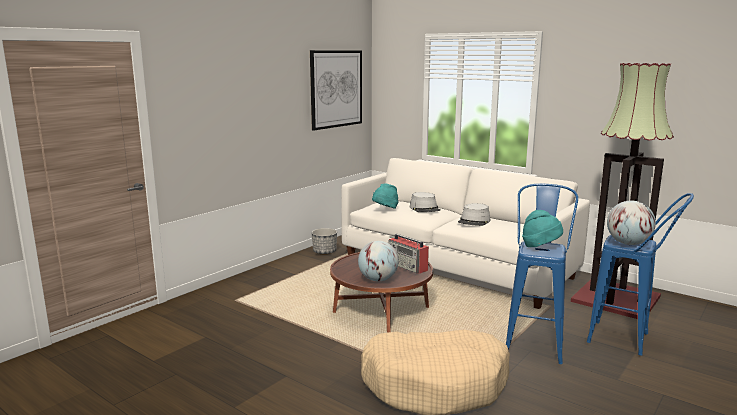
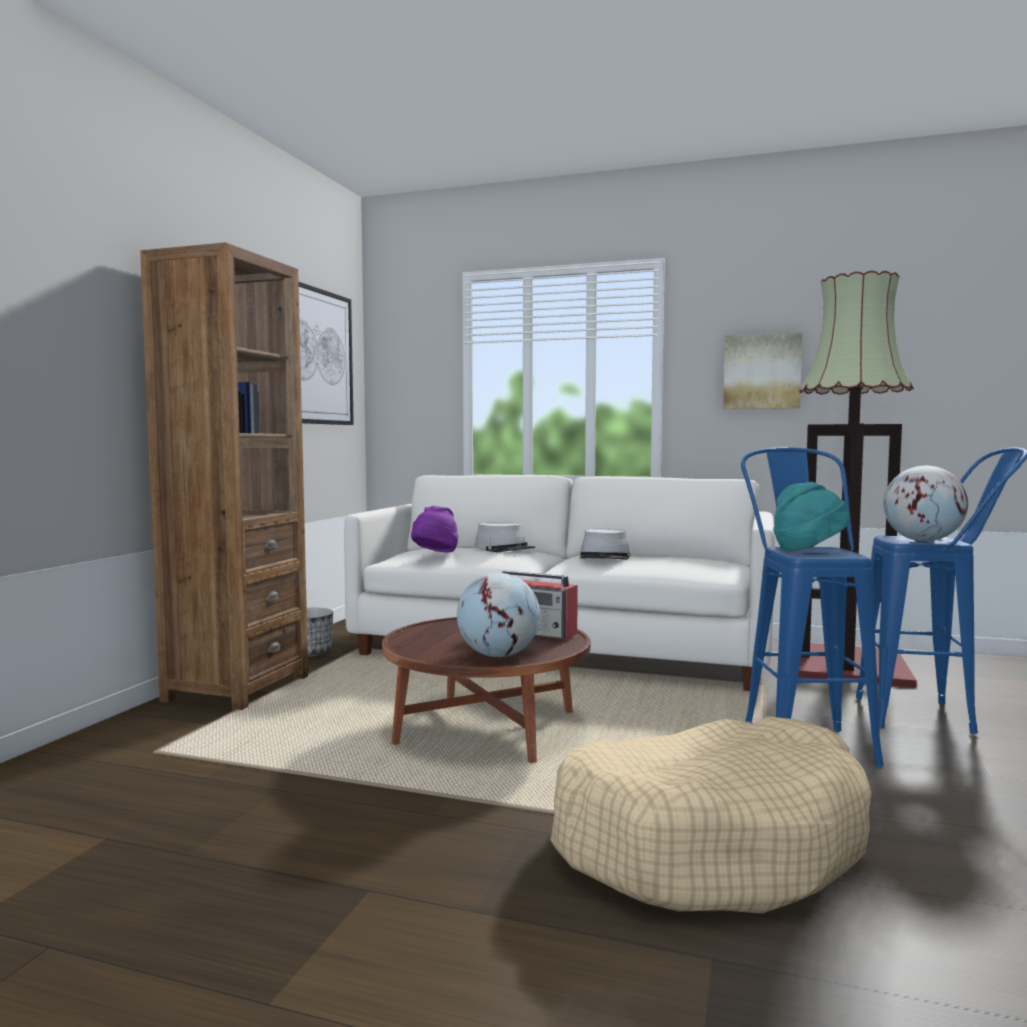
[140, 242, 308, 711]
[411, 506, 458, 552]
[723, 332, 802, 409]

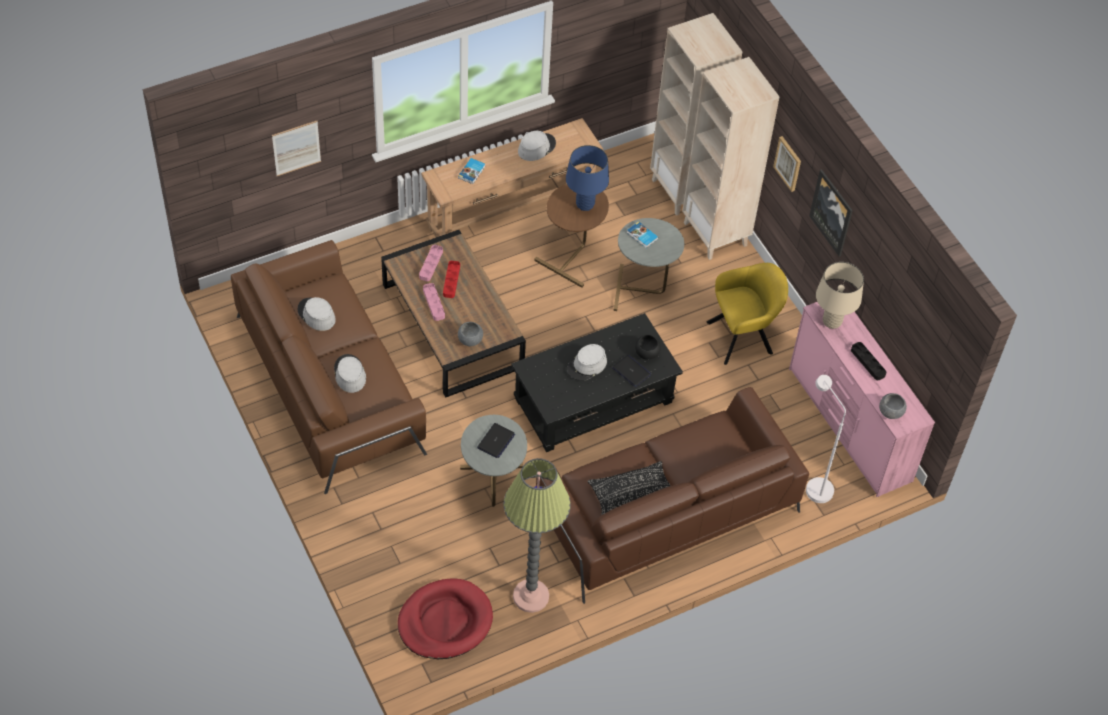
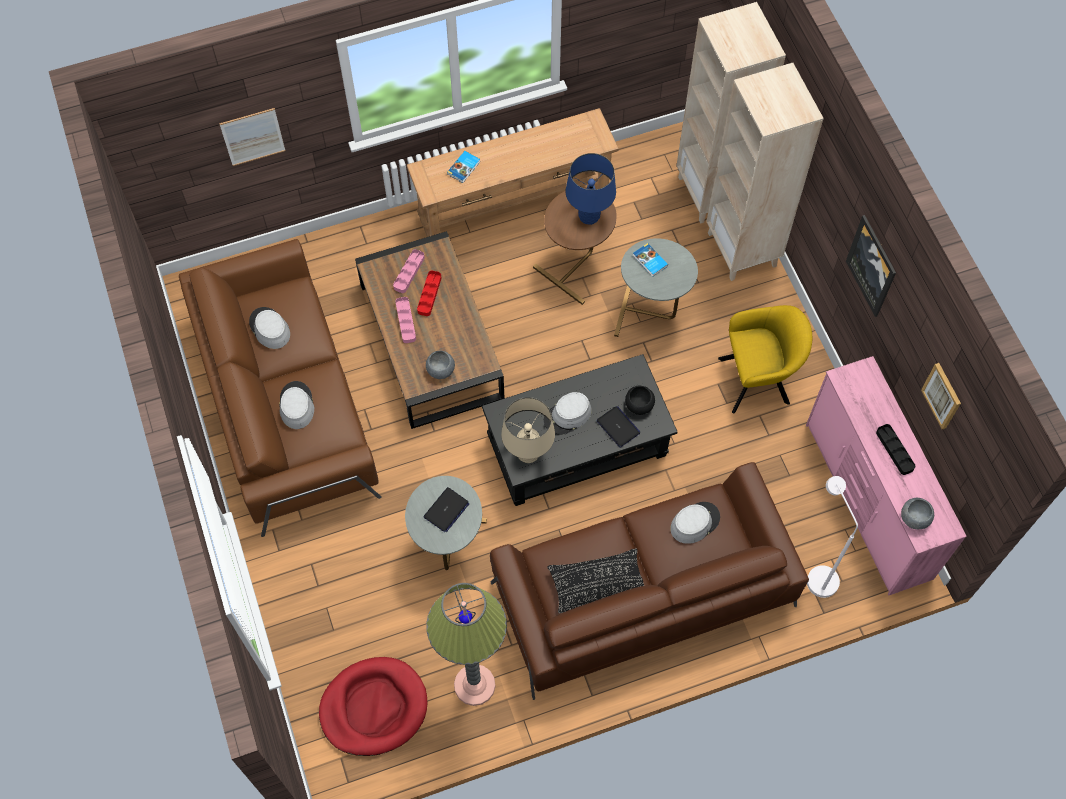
[501, 397, 555, 463]
[670, 502, 720, 544]
[921, 363, 961, 429]

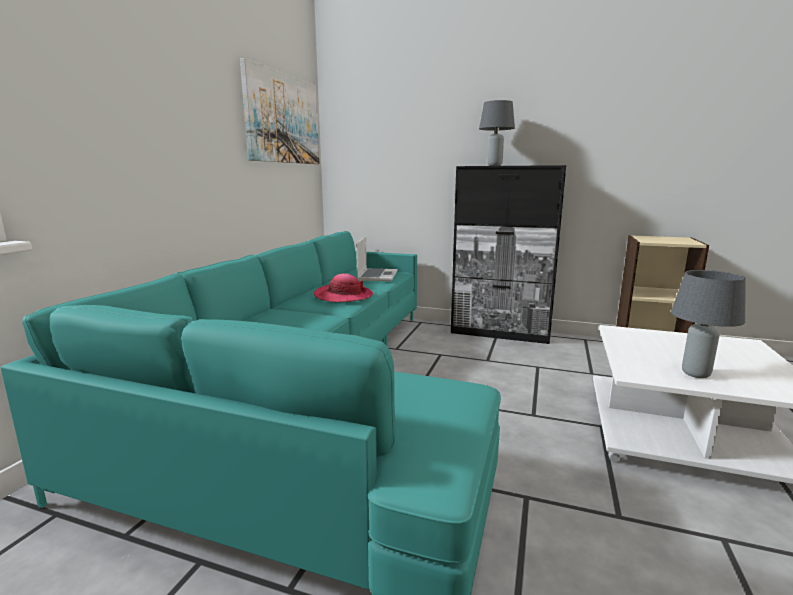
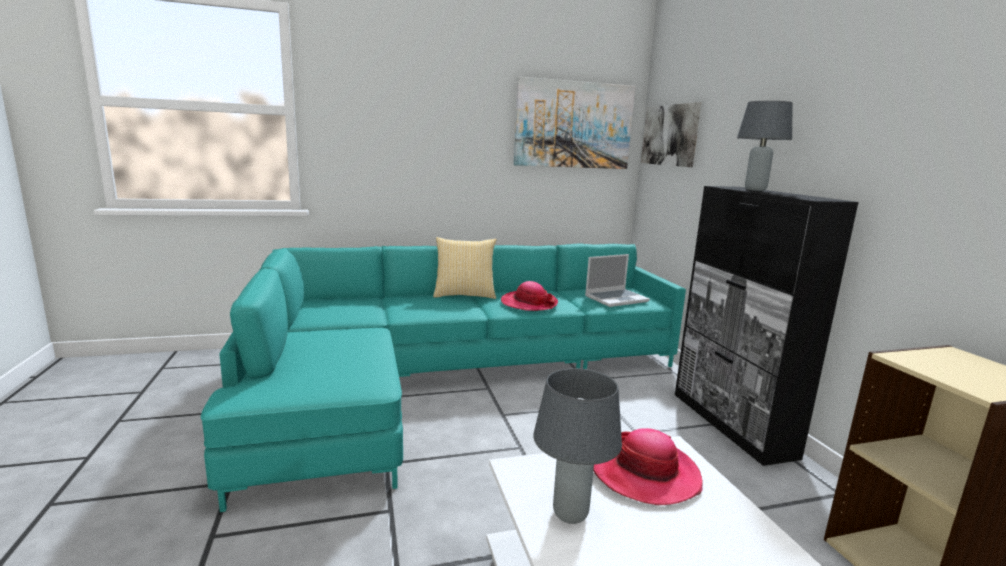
[433, 237, 497, 299]
[593, 428, 703, 505]
[641, 102, 701, 167]

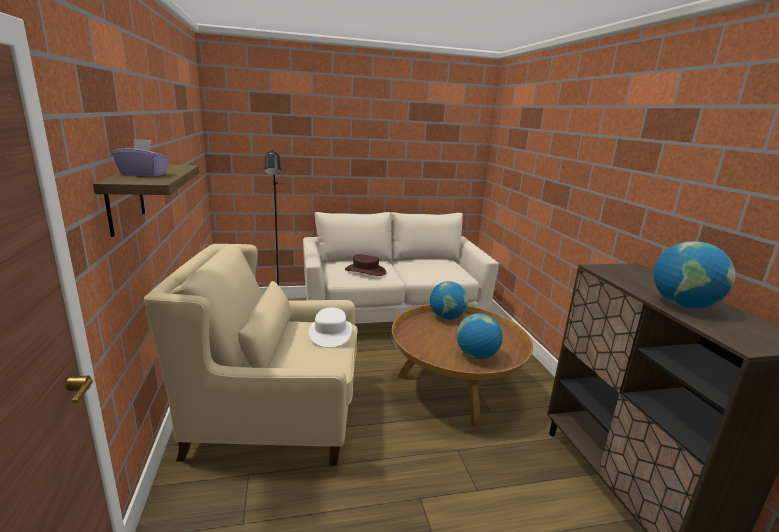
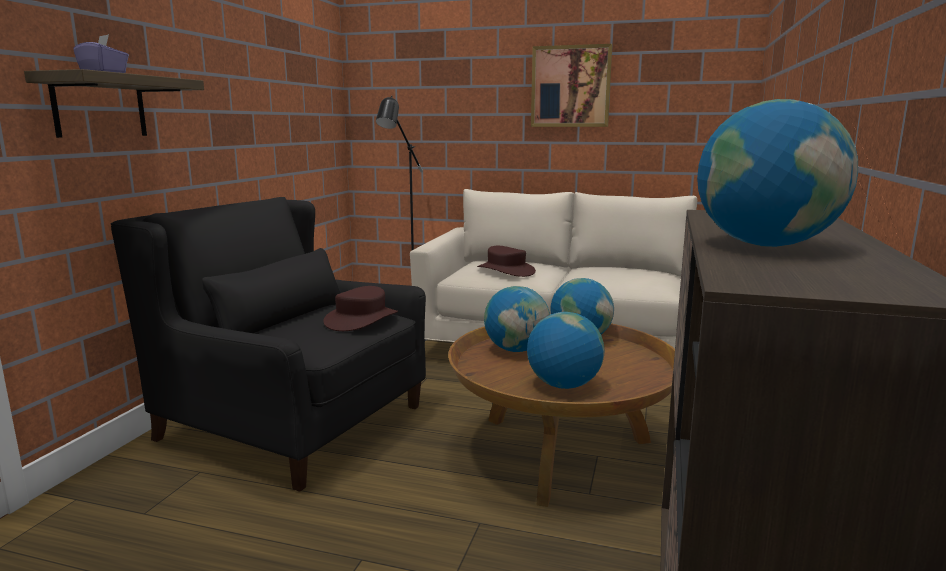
[111, 197, 426, 492]
[323, 286, 398, 331]
[484, 286, 550, 352]
[531, 44, 612, 127]

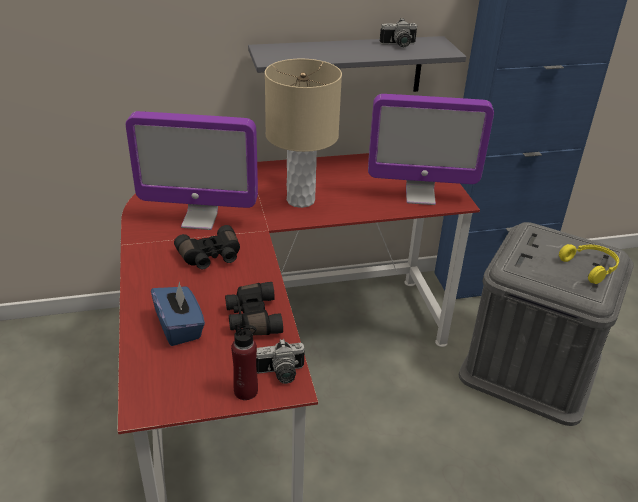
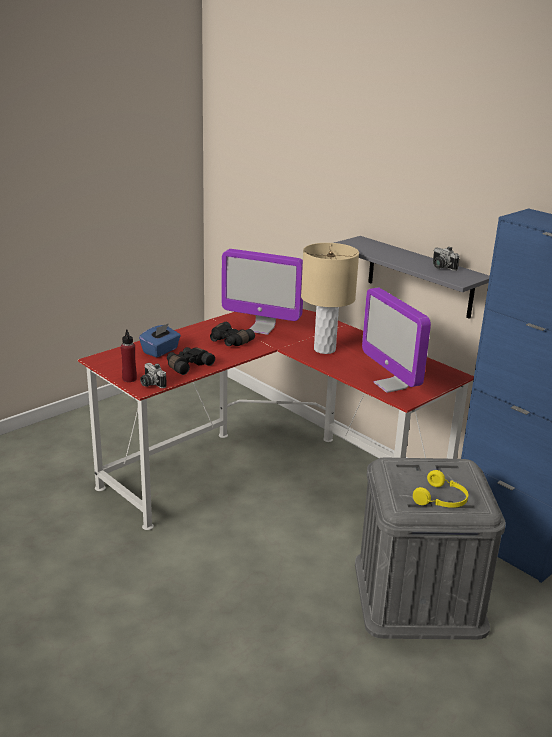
[222, 249, 303, 335]

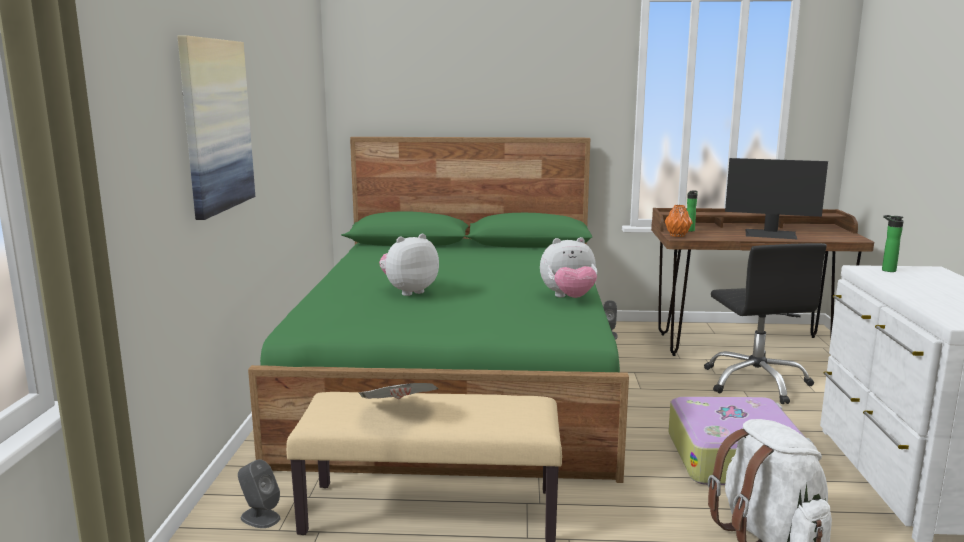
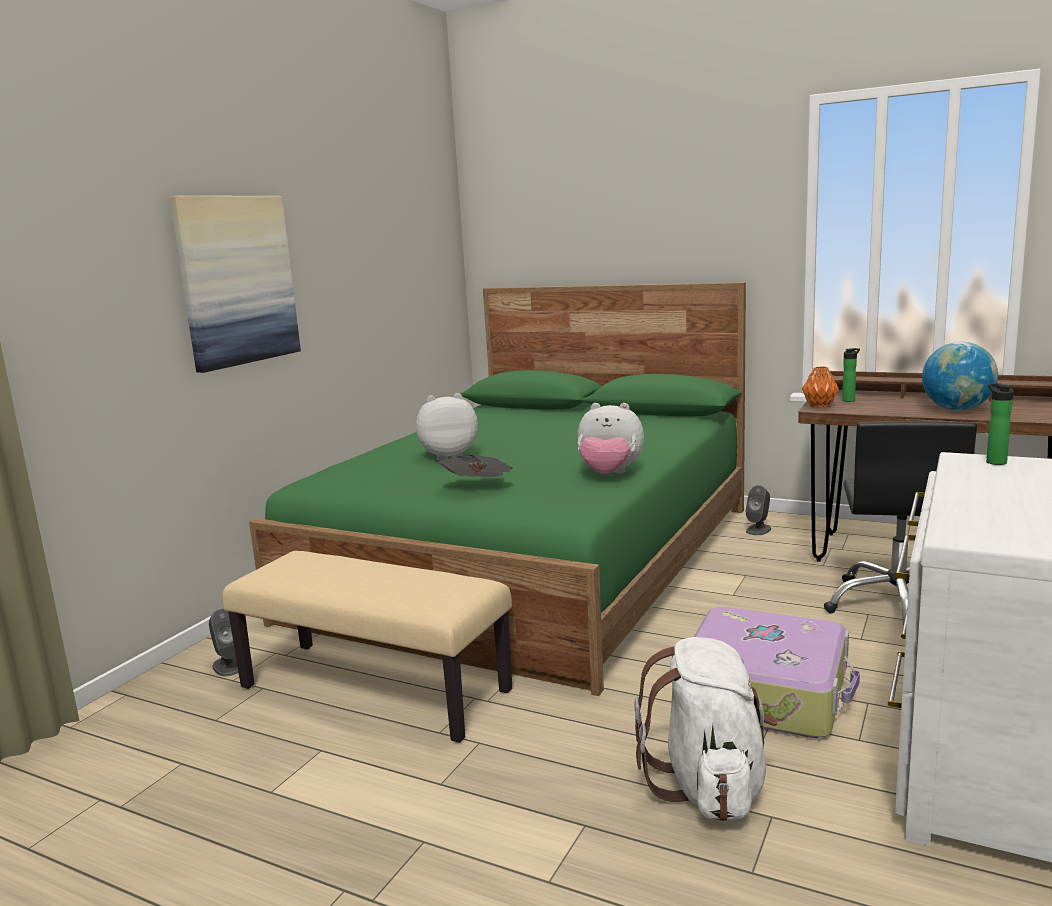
[436, 455, 512, 477]
[922, 342, 998, 410]

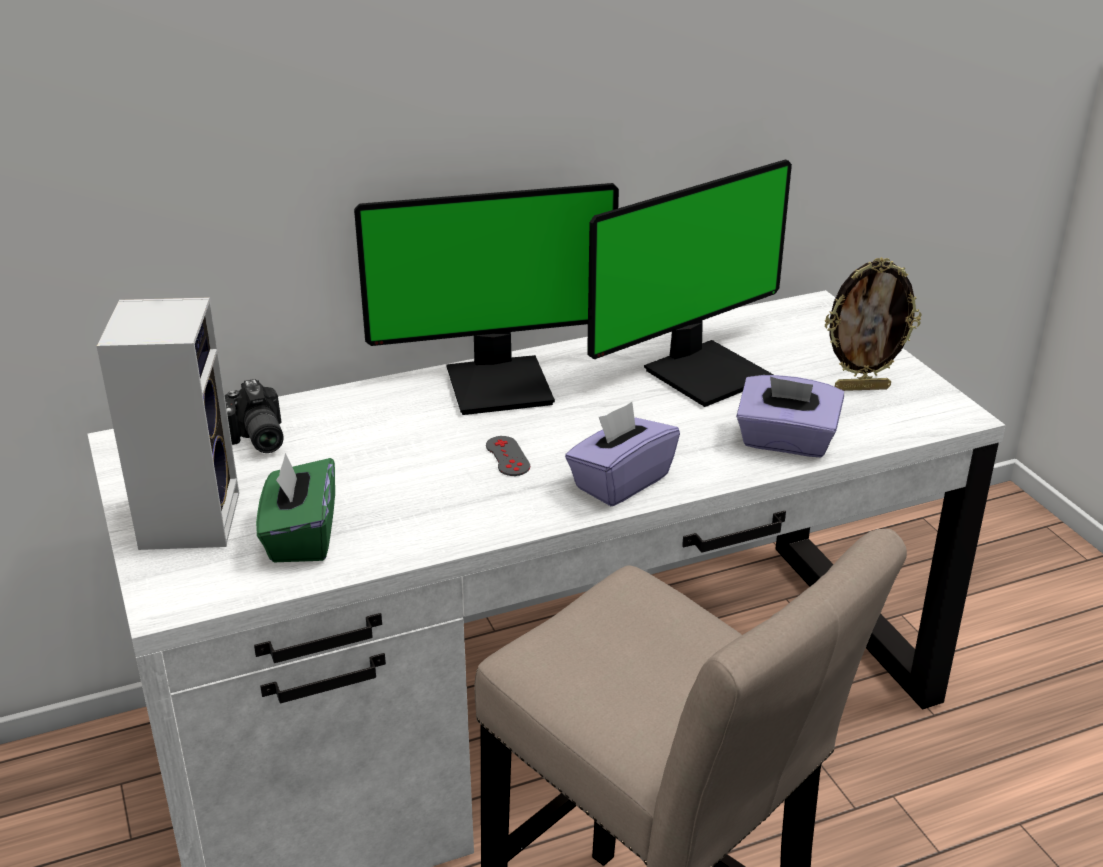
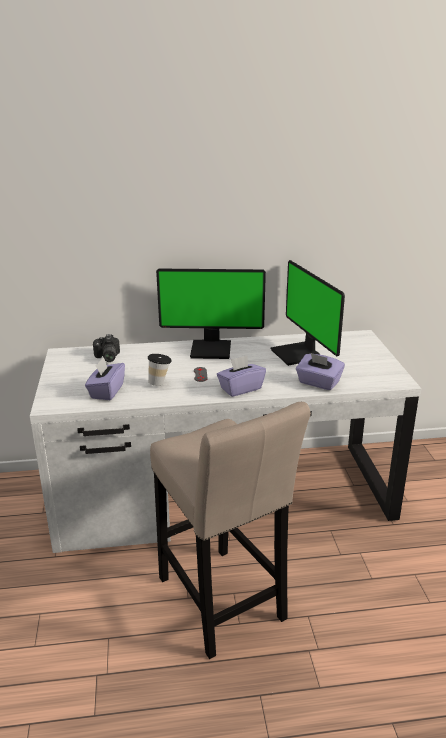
[85, 357, 125, 400]
[148, 354, 172, 386]
[270, 260, 345, 366]
[97, 297, 239, 550] (first image)
[825, 257, 922, 391] (first image)

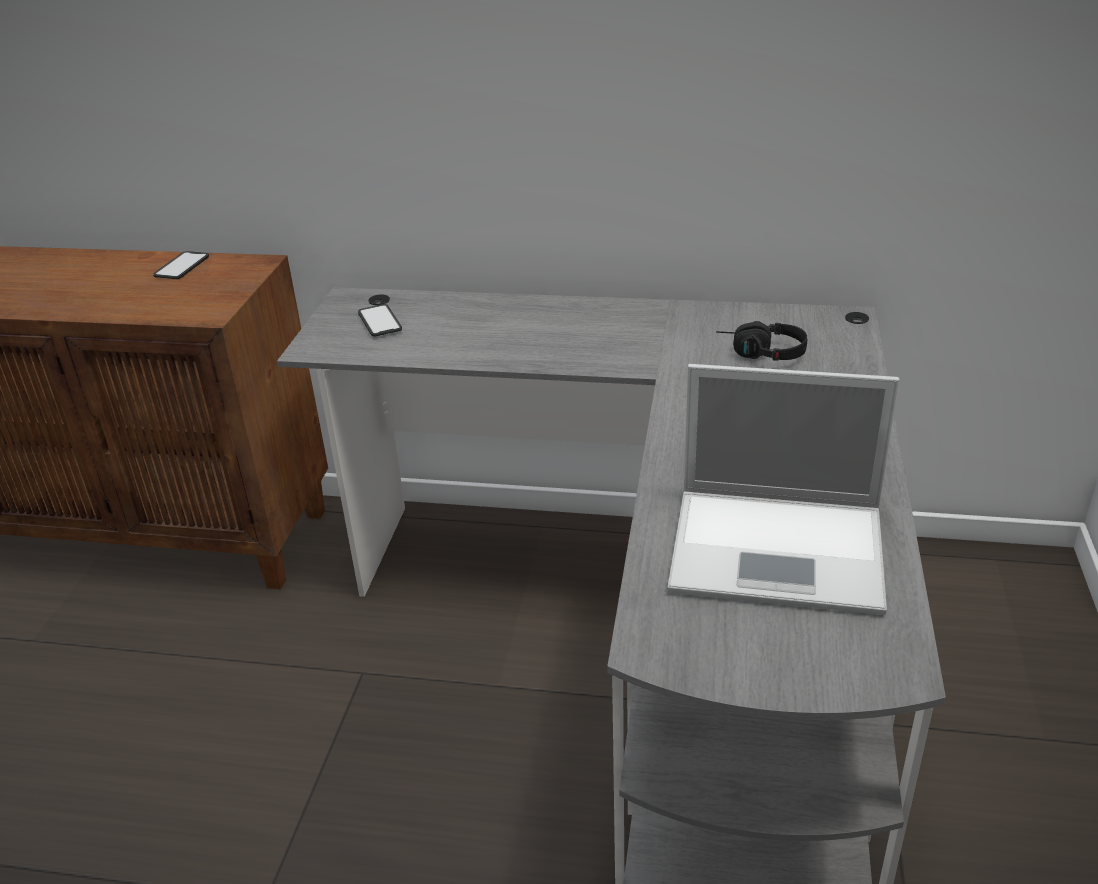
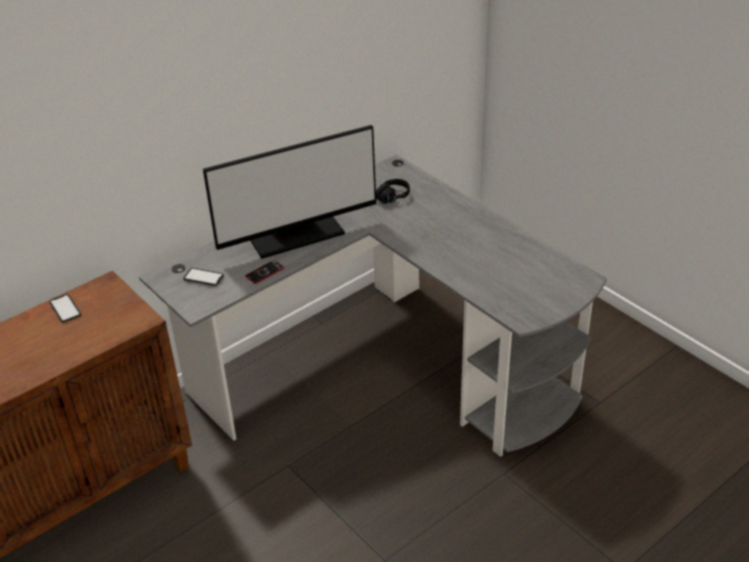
[203, 125, 377, 259]
[245, 260, 284, 284]
[667, 364, 900, 615] (first image)

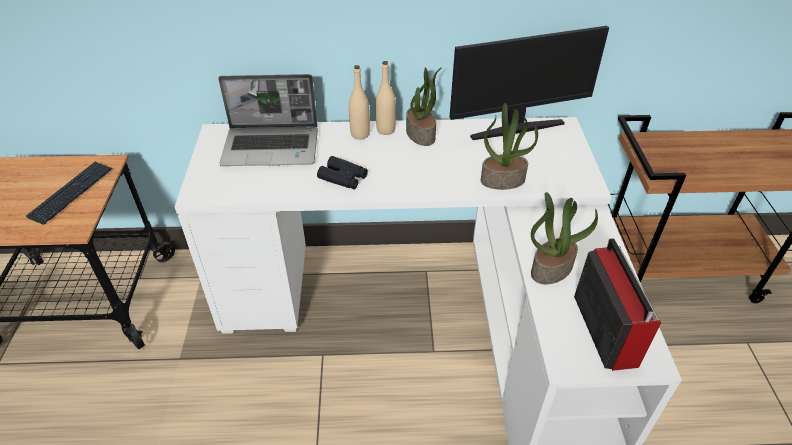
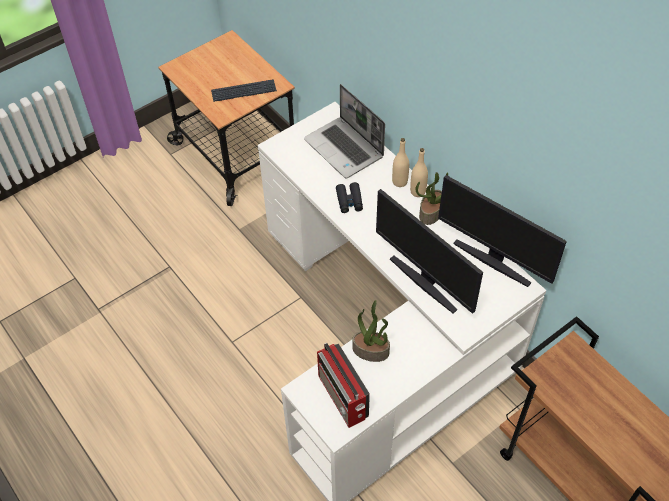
[317, 343, 370, 428]
[376, 189, 483, 314]

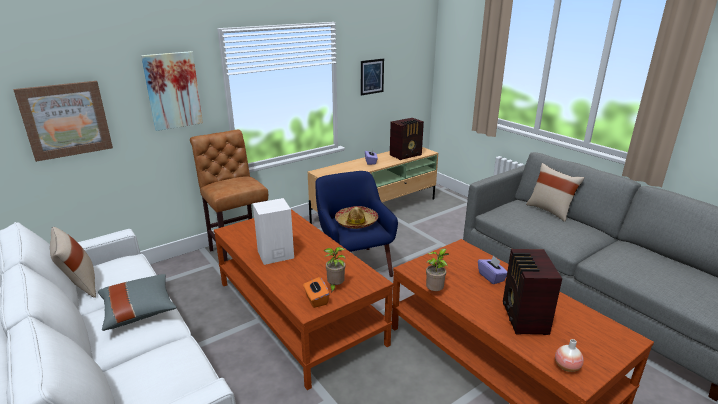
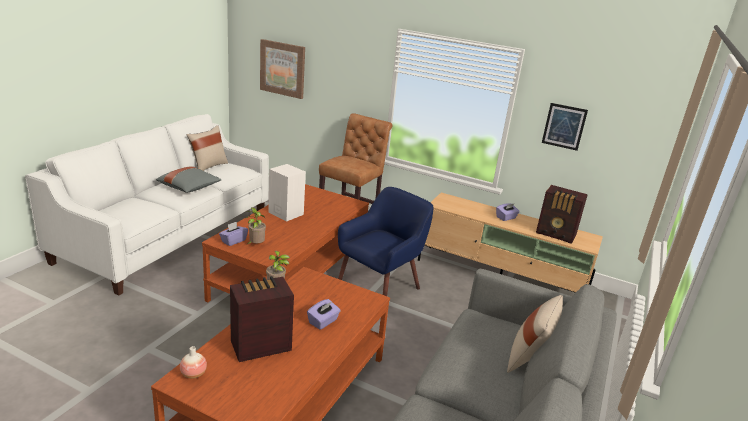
[219, 222, 248, 246]
[141, 51, 203, 131] (first image)
[335, 206, 378, 229] (first image)

